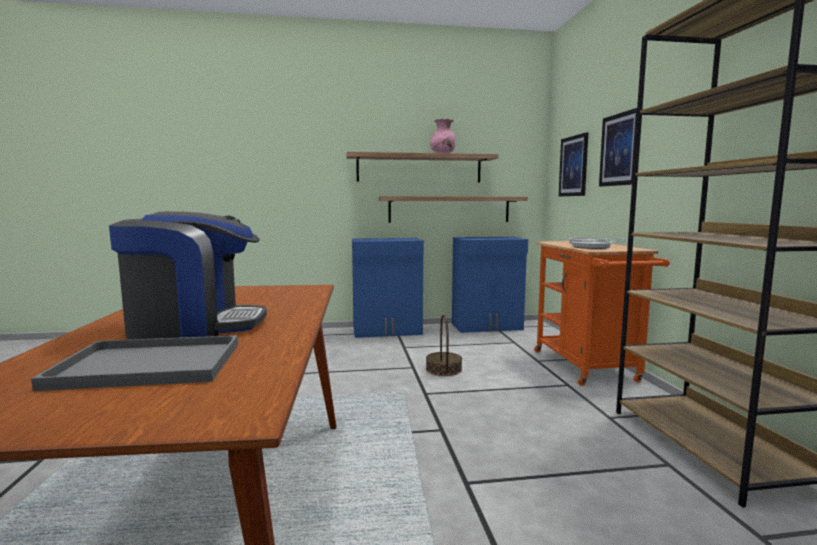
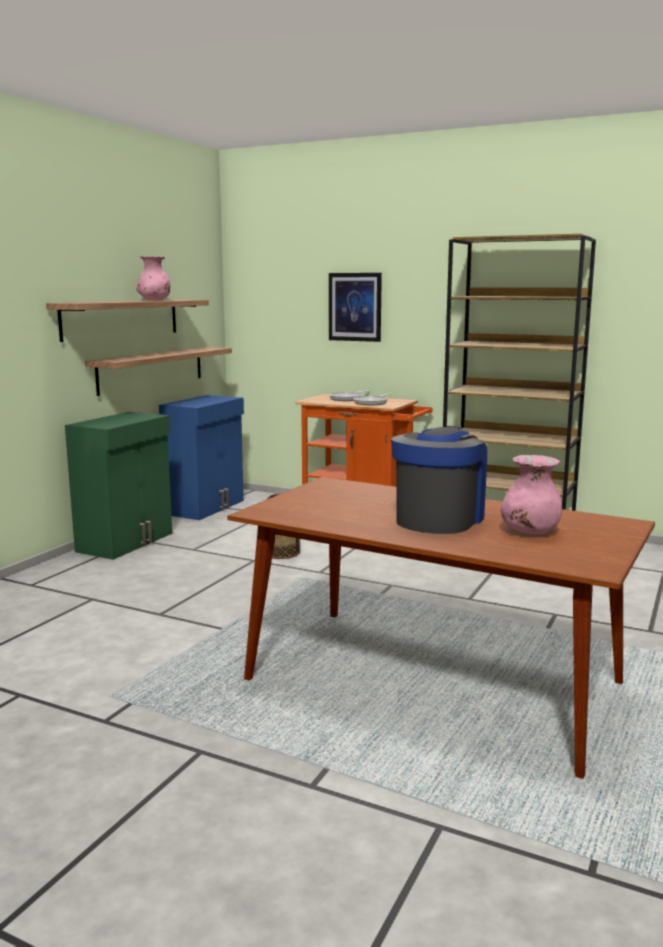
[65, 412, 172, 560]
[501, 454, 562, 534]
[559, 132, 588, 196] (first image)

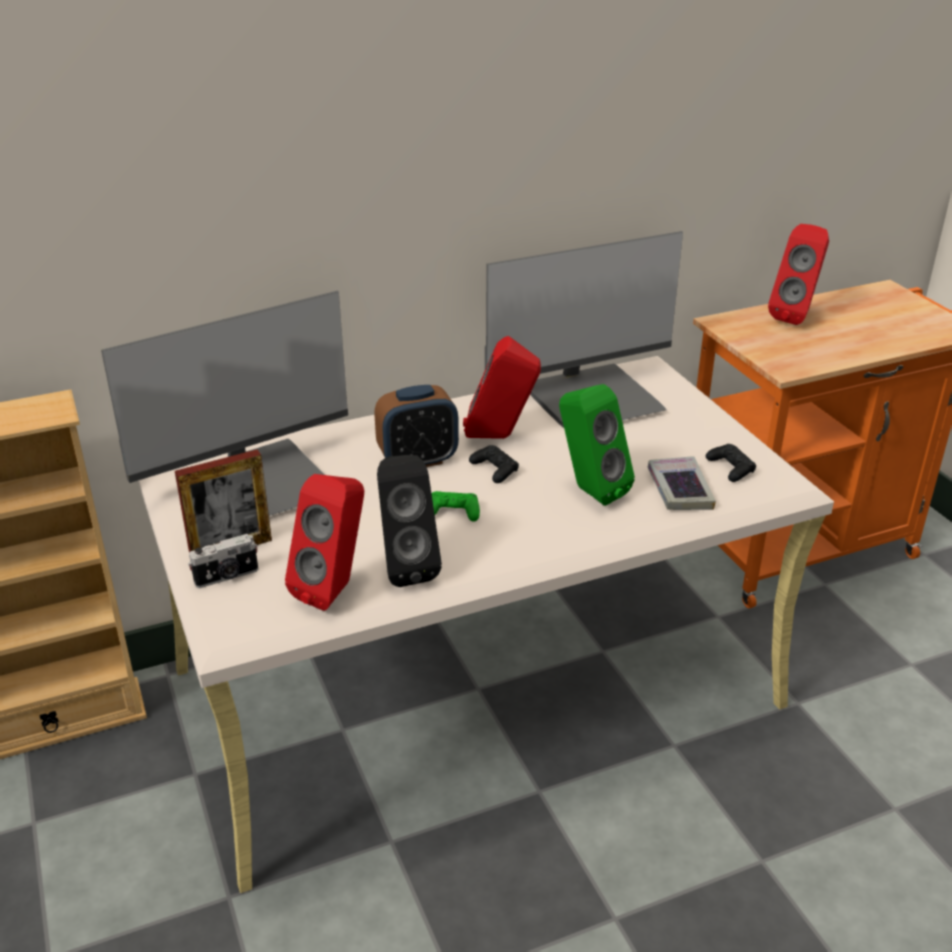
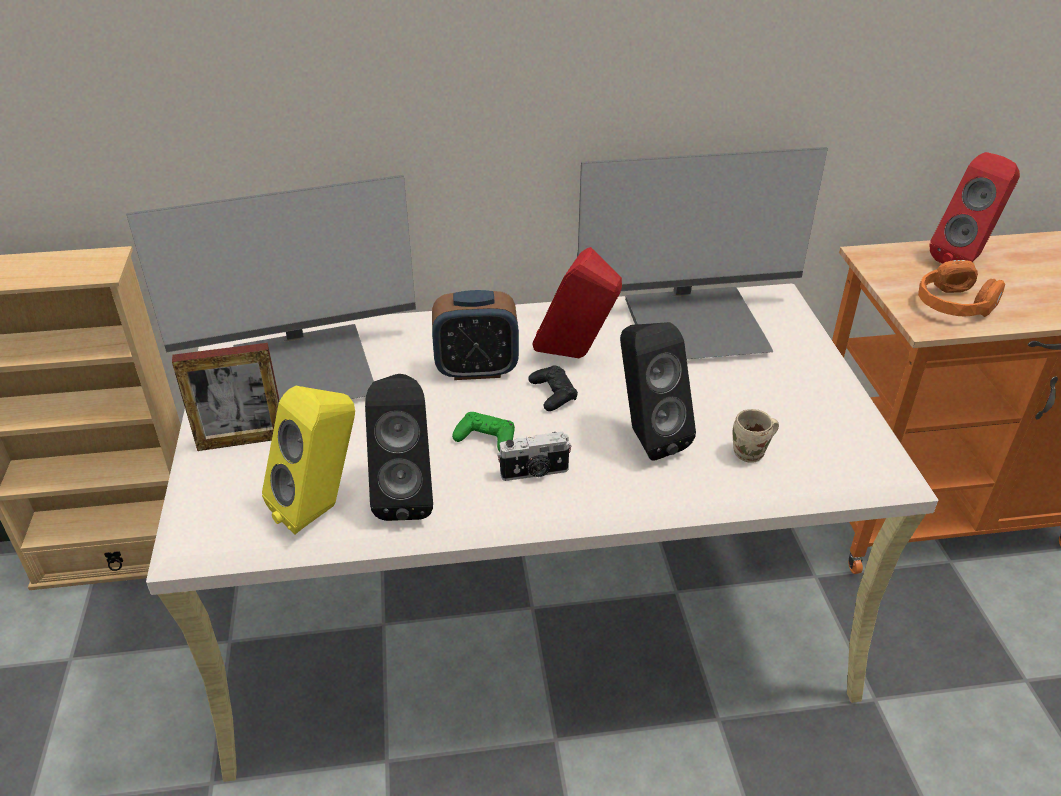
[262, 386, 355, 534]
[497, 432, 572, 481]
[620, 322, 696, 461]
[733, 409, 779, 463]
[918, 260, 1005, 317]
[706, 444, 756, 482] (first image)

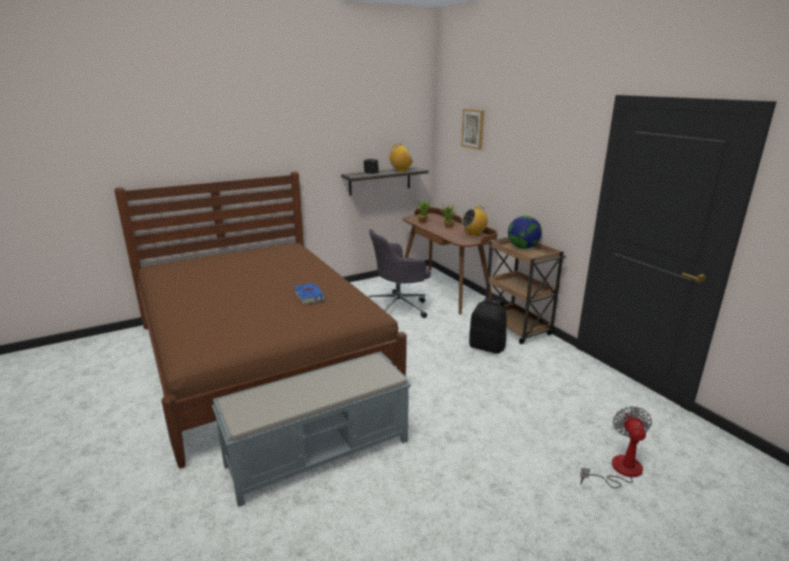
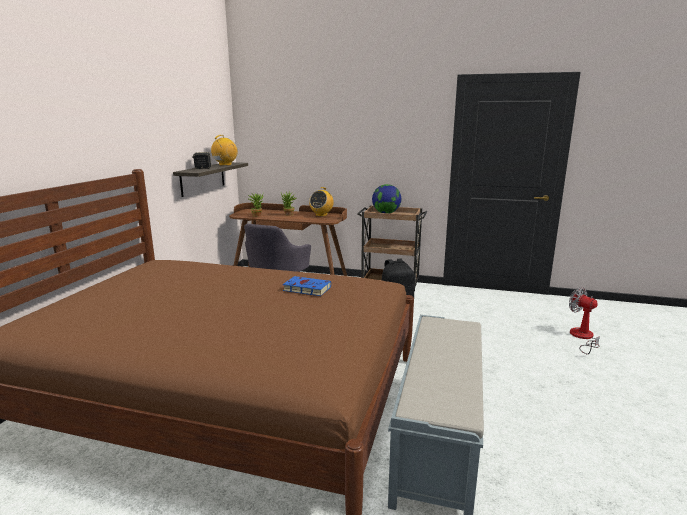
[461, 109, 484, 150] (first image)

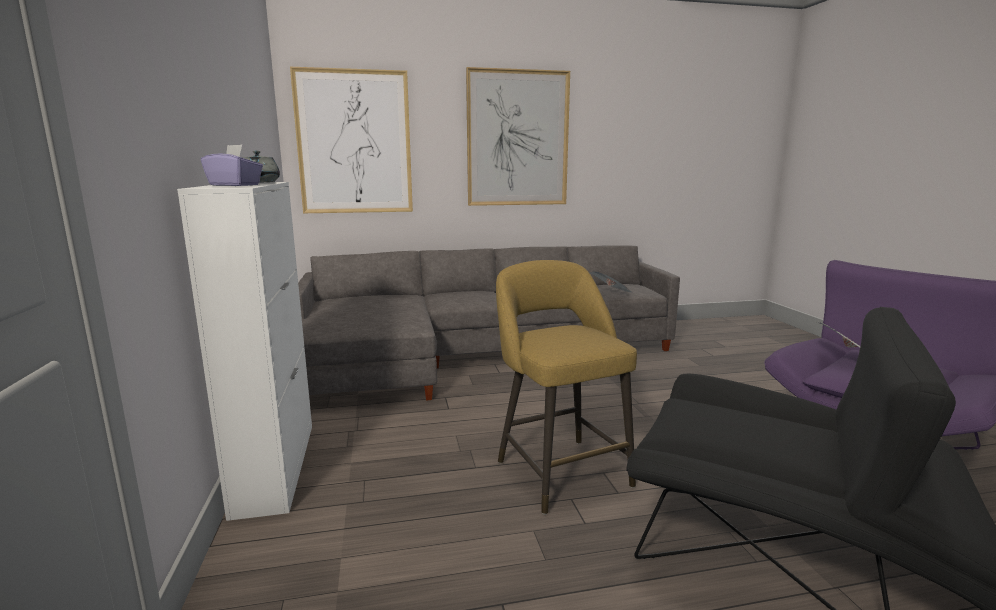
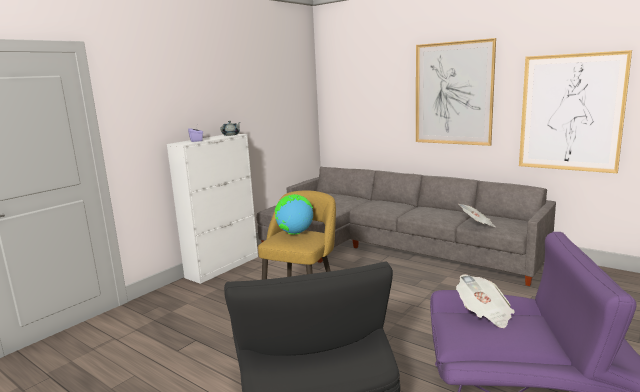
[275, 194, 313, 235]
[519, 50, 632, 173]

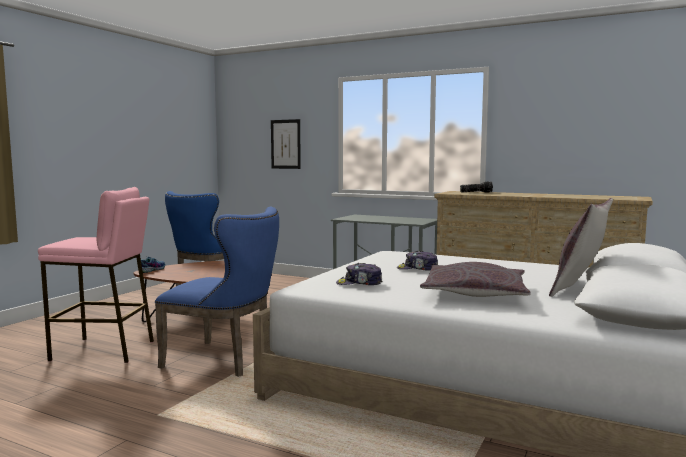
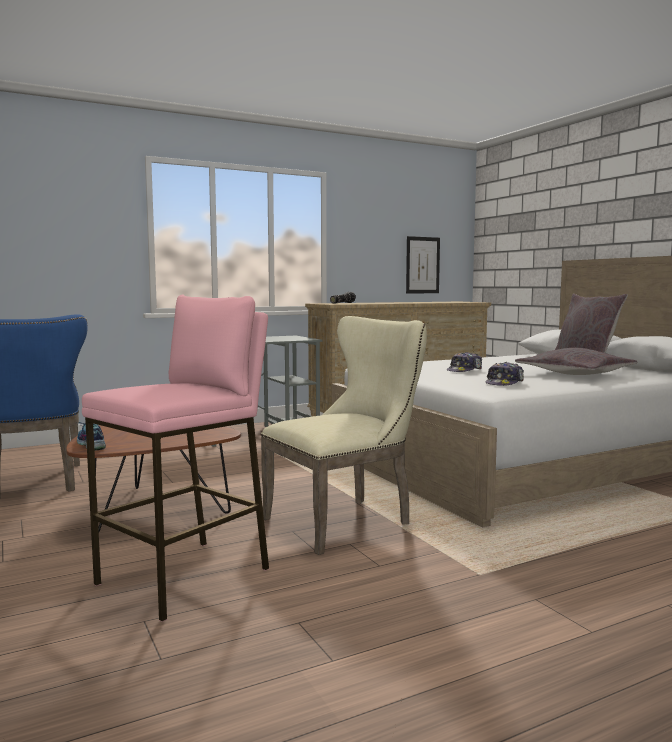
[260, 316, 427, 555]
[406, 236, 440, 293]

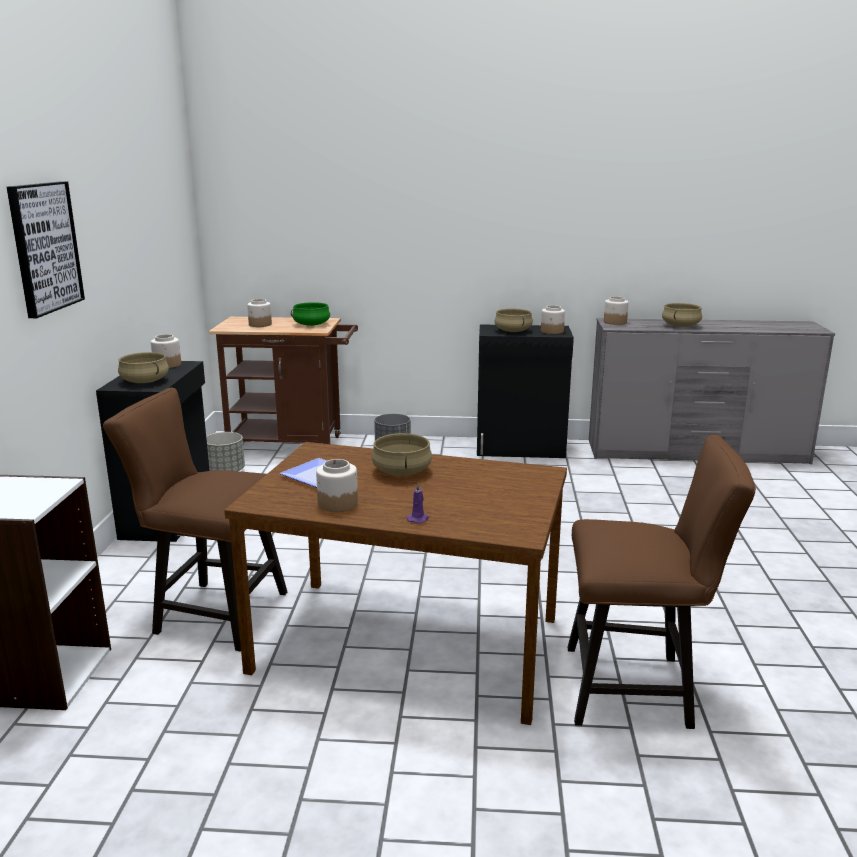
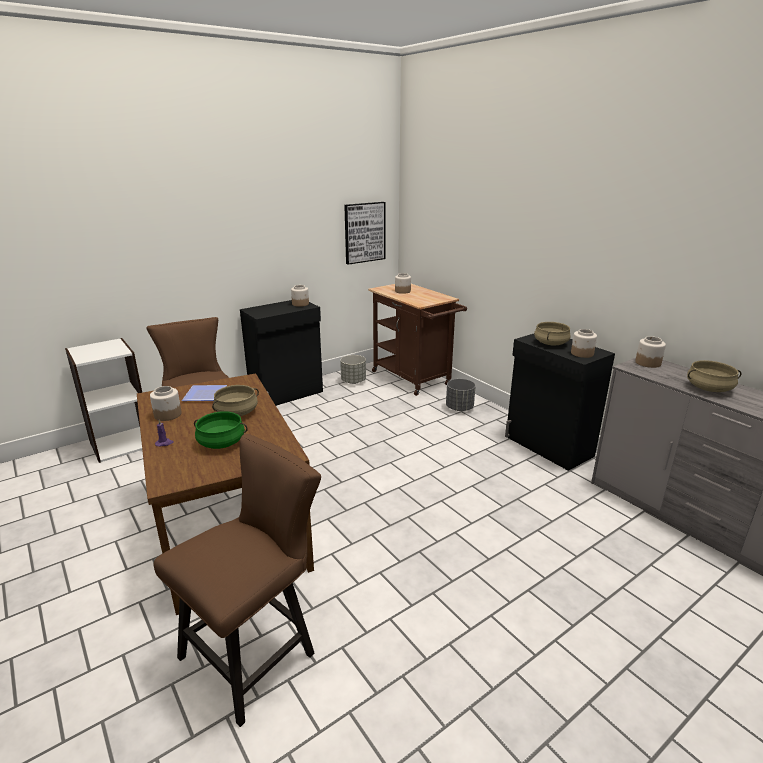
[154, 434, 321, 727]
[194, 411, 248, 449]
[344, 202, 386, 265]
[118, 352, 169, 383] (first image)

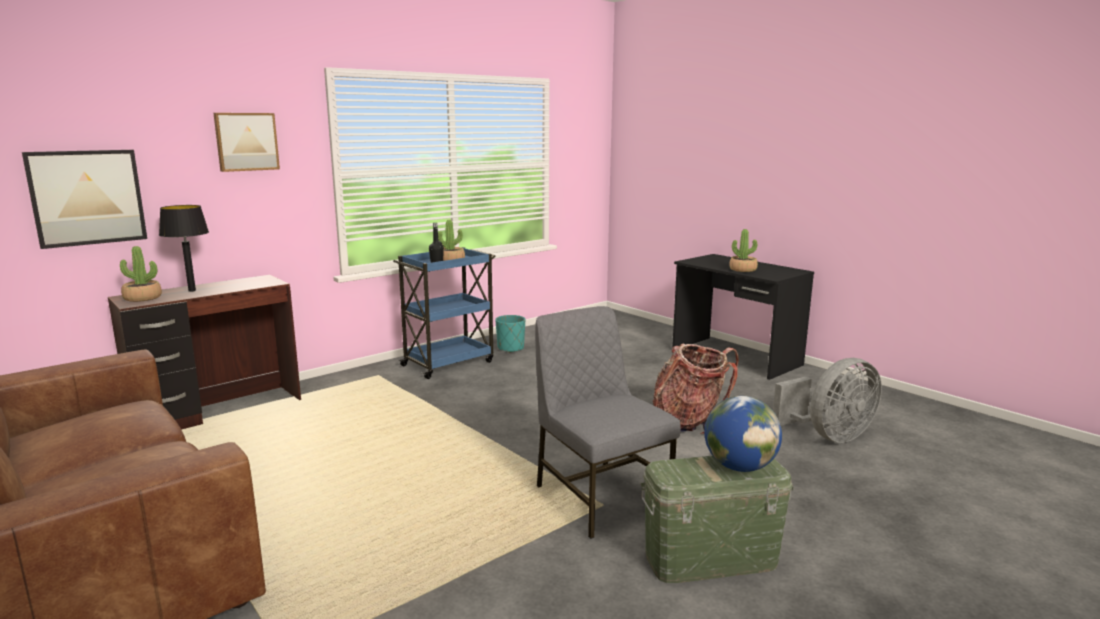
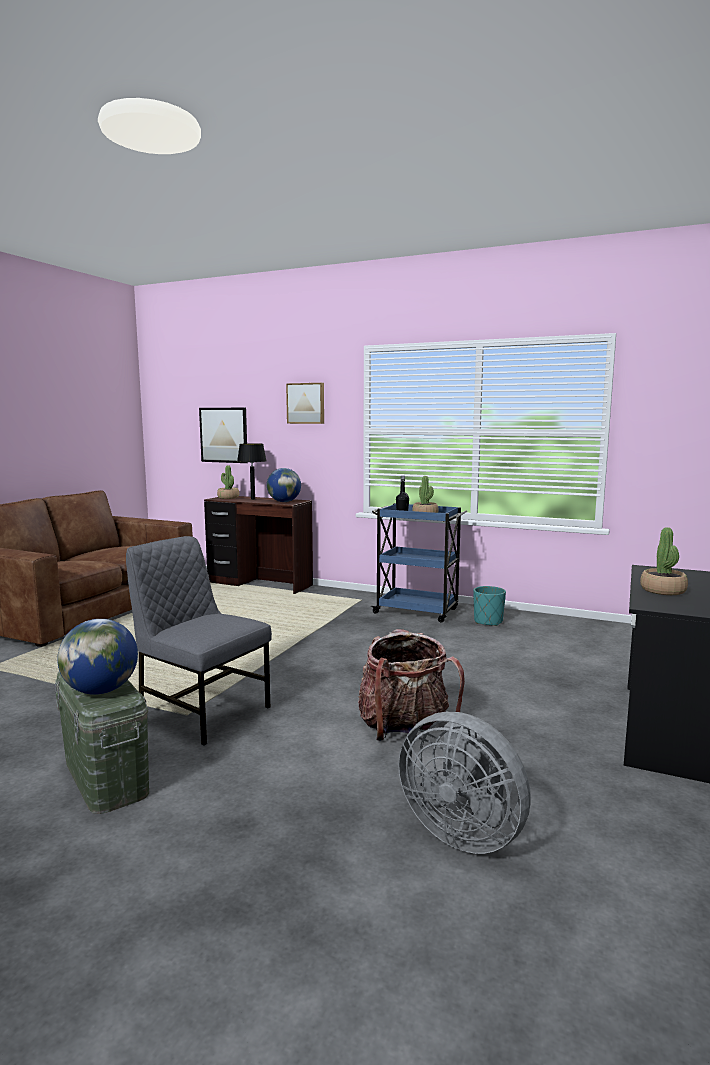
[126, 536, 272, 745]
[267, 468, 301, 502]

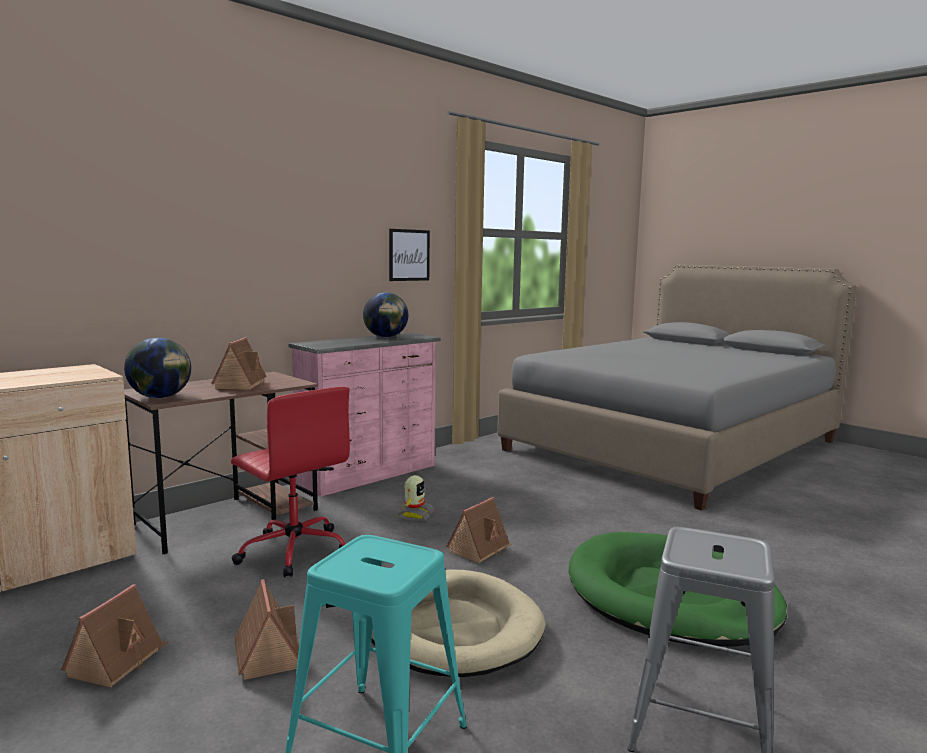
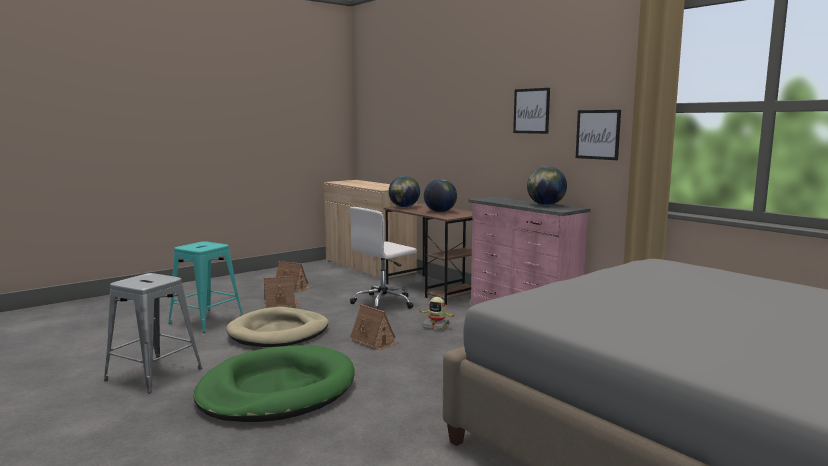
[350, 207, 417, 310]
[424, 179, 457, 212]
[513, 88, 550, 134]

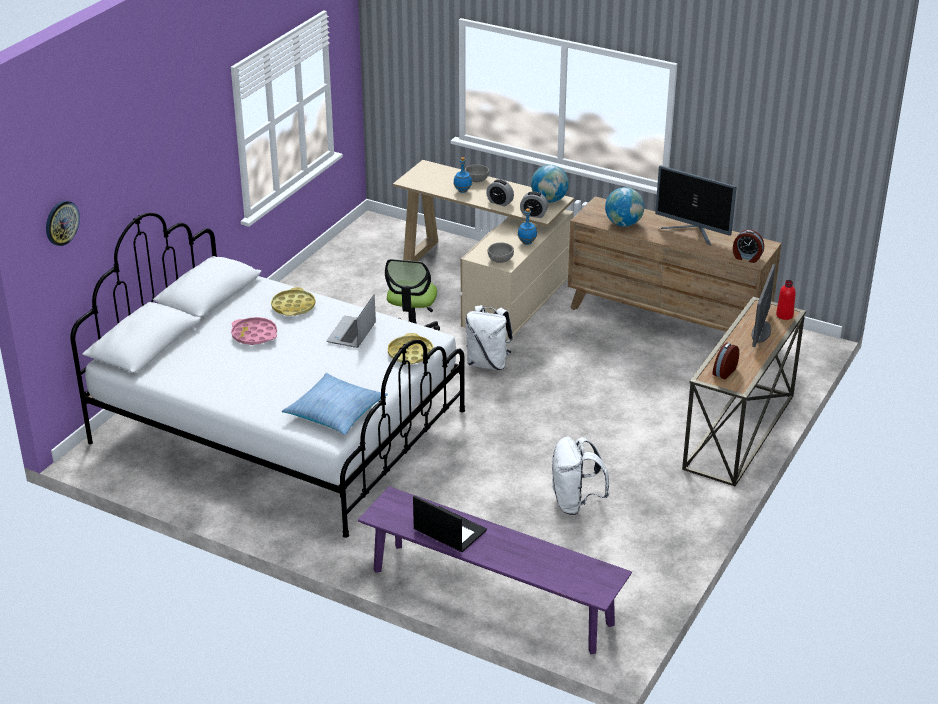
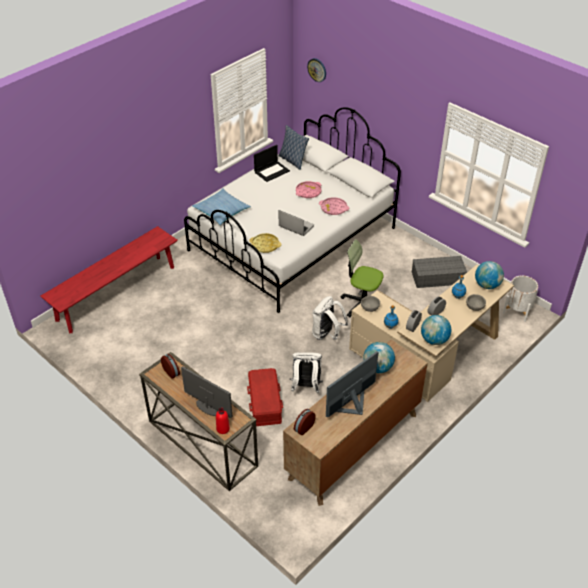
[40, 226, 178, 333]
[247, 368, 283, 426]
[254, 145, 290, 182]
[278, 125, 309, 170]
[290, 352, 323, 394]
[319, 197, 349, 215]
[412, 256, 467, 288]
[475, 261, 504, 289]
[503, 276, 538, 322]

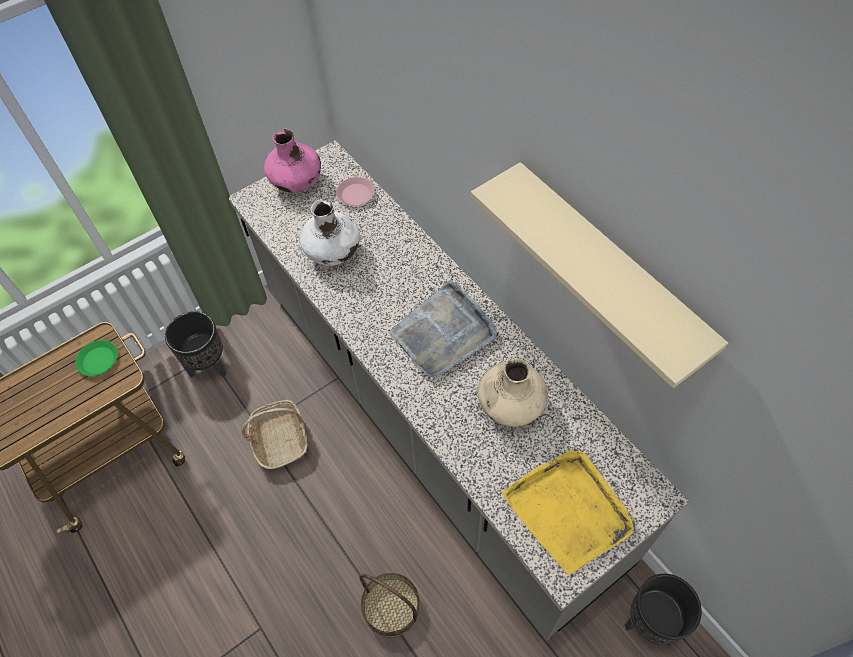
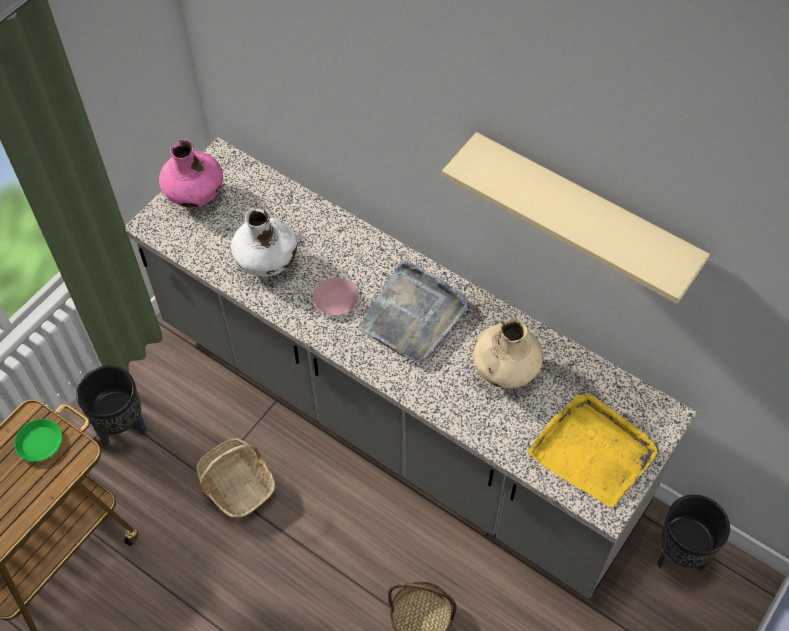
[313, 277, 359, 316]

